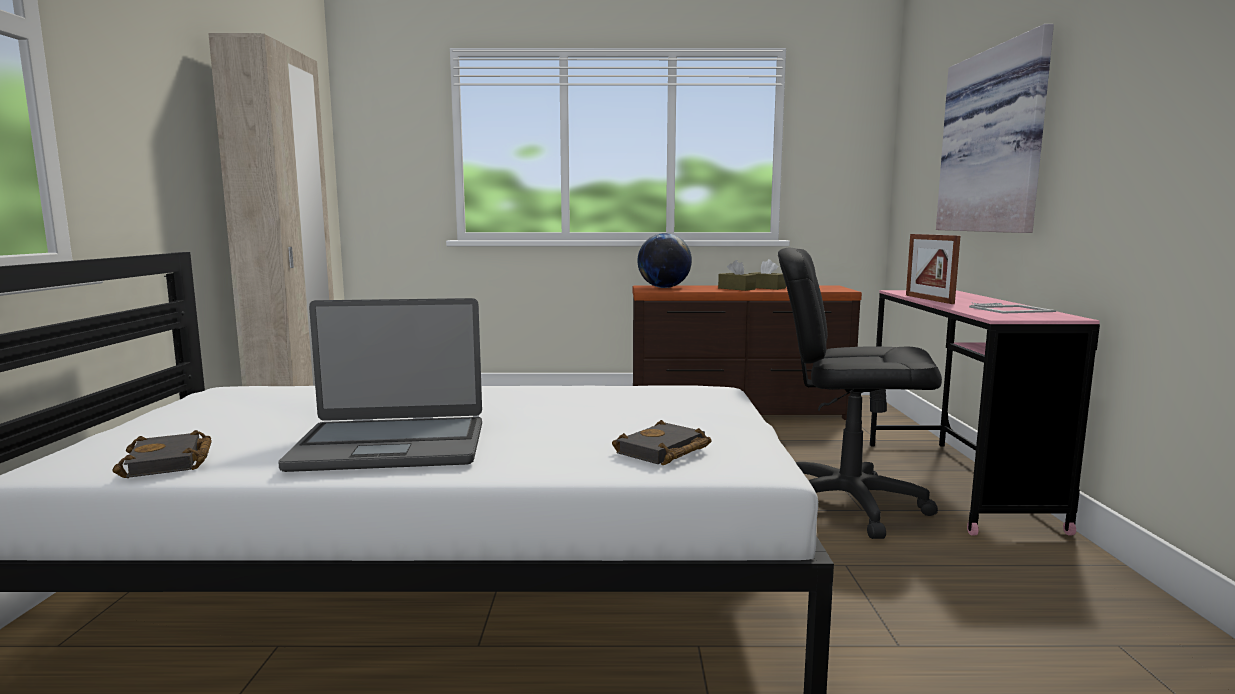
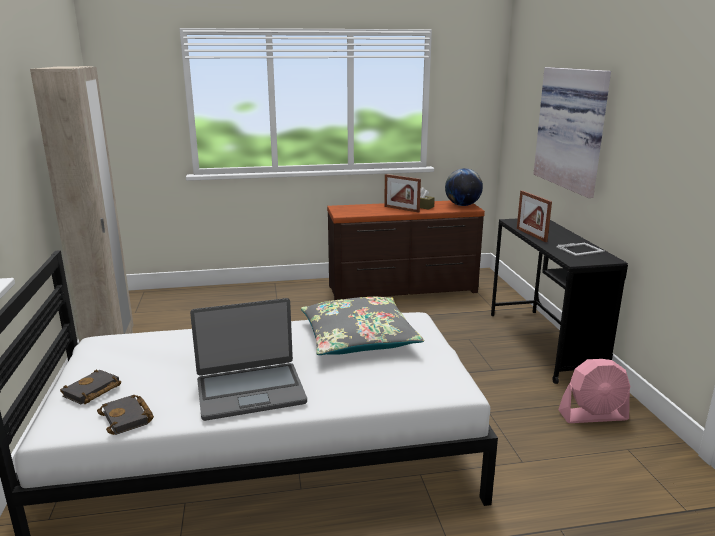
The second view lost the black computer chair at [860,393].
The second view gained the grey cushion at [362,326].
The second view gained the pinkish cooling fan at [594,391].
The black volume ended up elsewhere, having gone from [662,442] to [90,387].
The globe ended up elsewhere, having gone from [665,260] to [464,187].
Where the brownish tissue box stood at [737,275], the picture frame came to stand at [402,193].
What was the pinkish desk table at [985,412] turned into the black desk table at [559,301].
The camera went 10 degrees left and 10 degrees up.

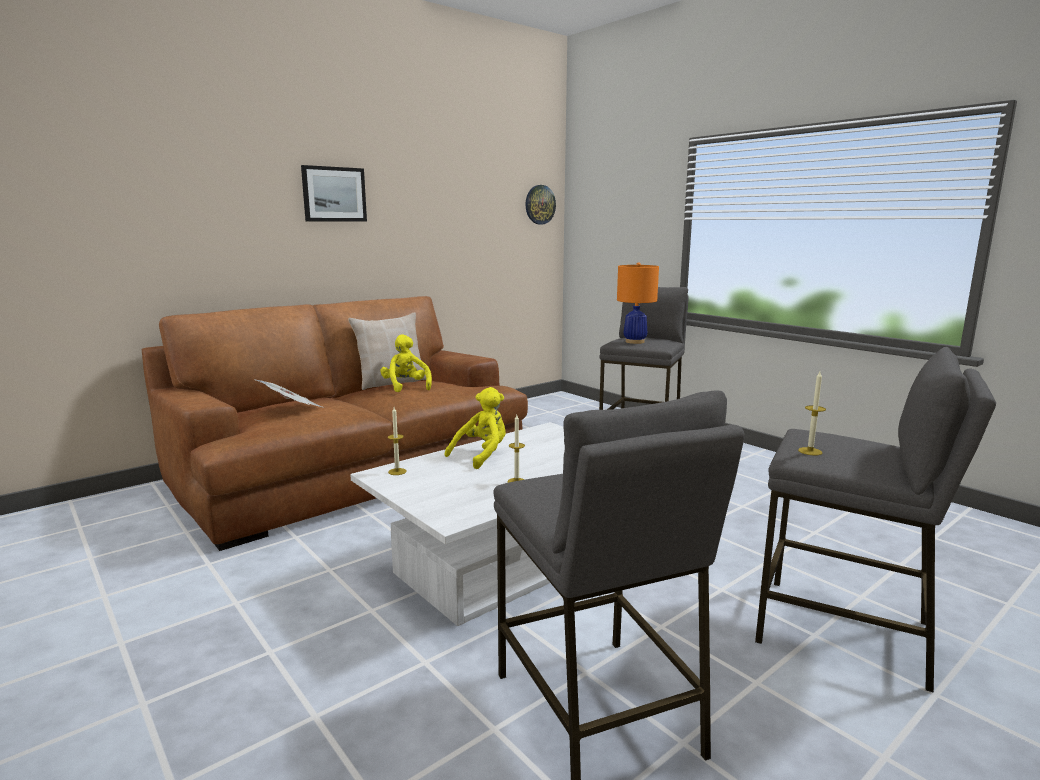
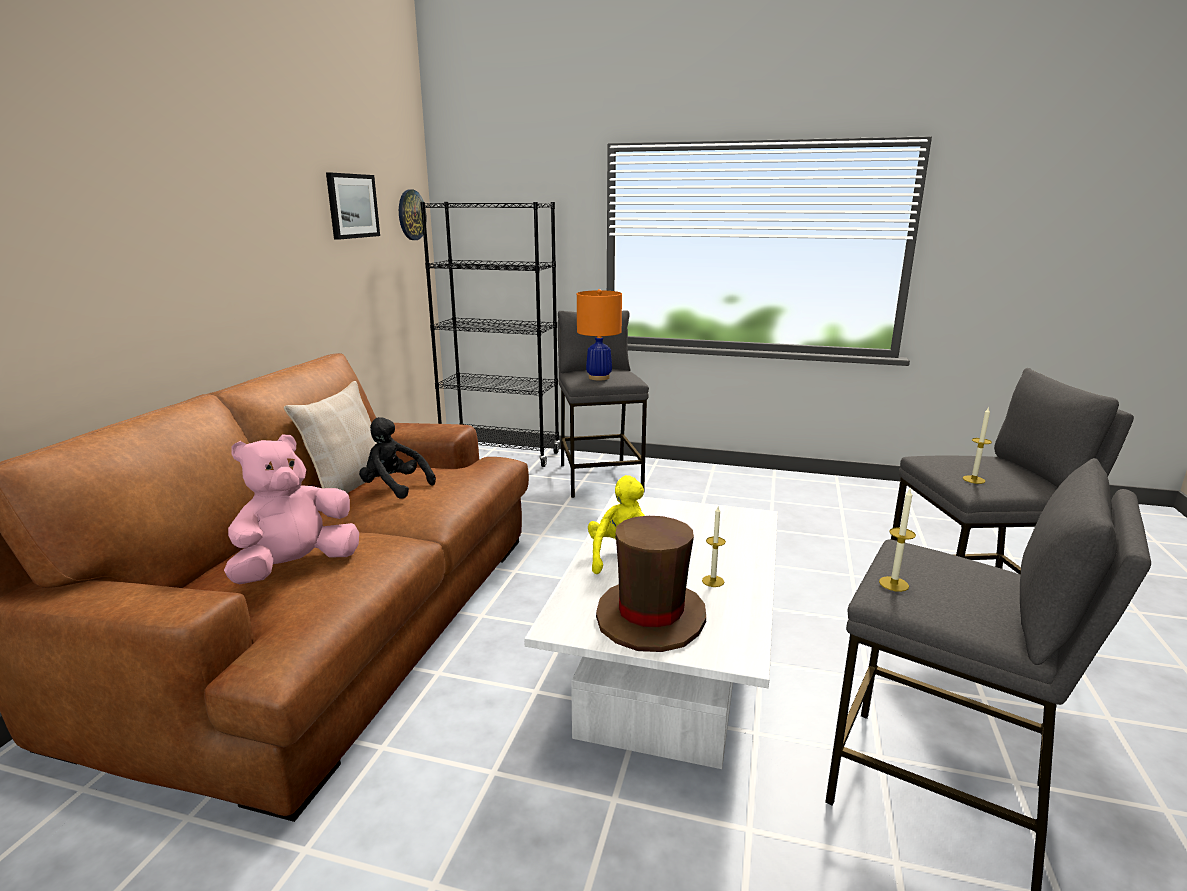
The second view gained the black bookcase at [490,334].
The second view gained the brownish wearable hat at [651,584].
The wall art ended up elsewhere, having gone from [334,193] to [353,206].
The candle ended up elsewhere, having gone from [397,441] to [897,540].
Where the printed paper stood at [289,393], the pinkish soft toy came to stand at [291,509].
What was the yellow soft toy at [406,363] turned into the black soft toy at [397,458].
The camera went 35 degrees left and 5 degrees up.

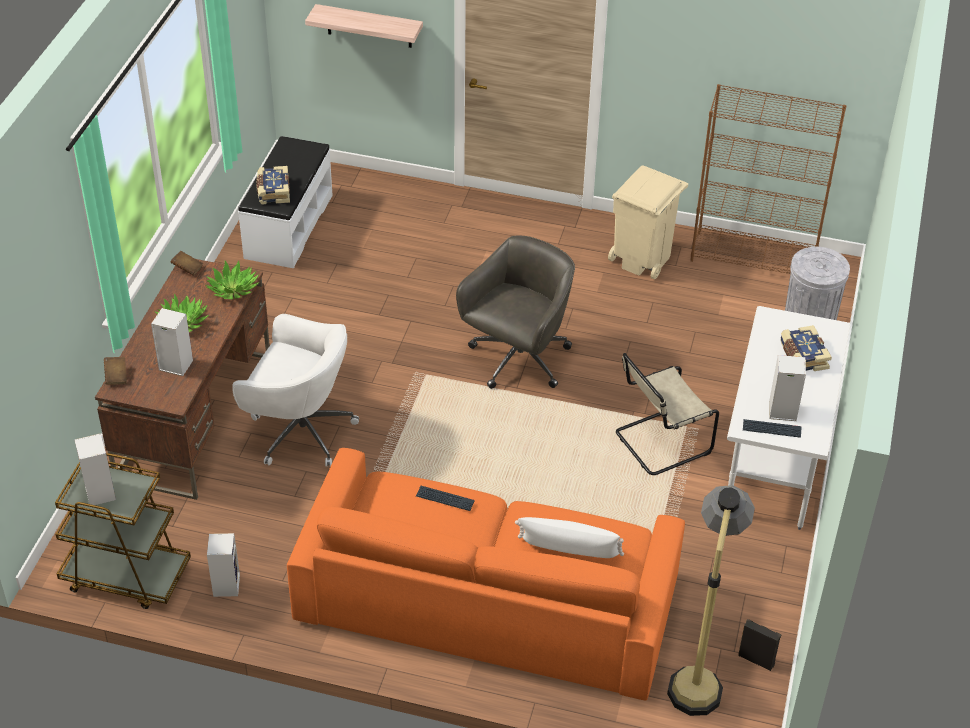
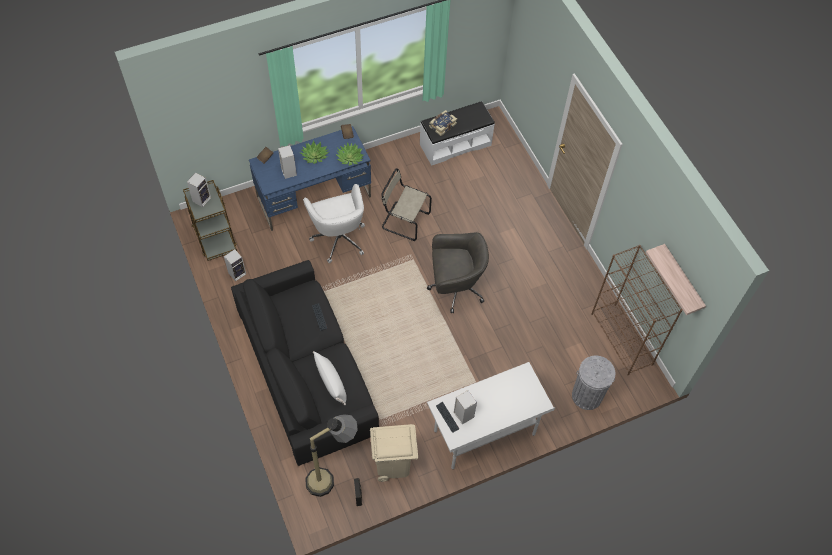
The second view lost the volume at [806,348].
The bracket shelf ended up elsewhere, having gone from [364,26] to [676,279].
The sand-coloured waste bin ended up elsewhere, having gone from [648,222] to [394,453].
The sand-coloured upright chair ended up elsewhere, having gone from [667,414] to [407,204].
What was the brownish desk table at [182,379] turned into the bluish desk table at [310,178].
What was the orange-coloured sofa at [486,574] turned into the black sofa at [305,363].
The camera went 50 degrees right and 15 degrees up.

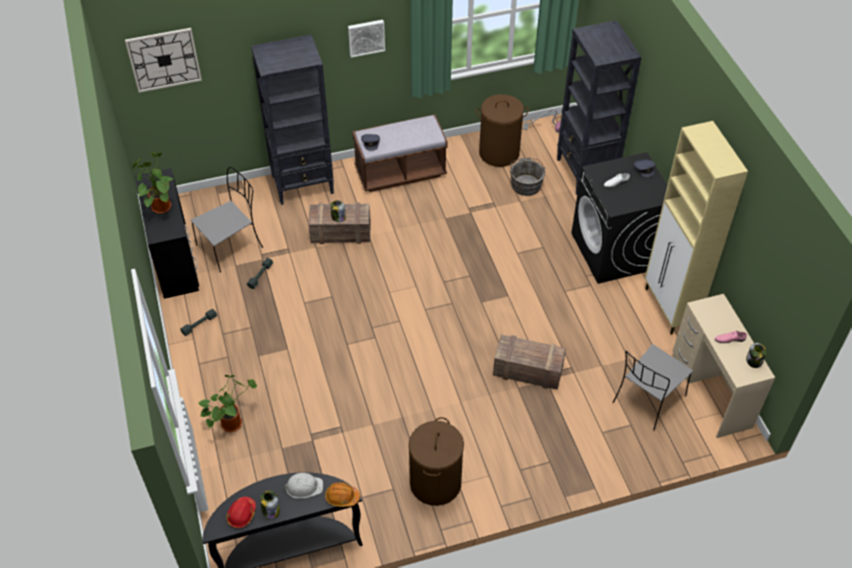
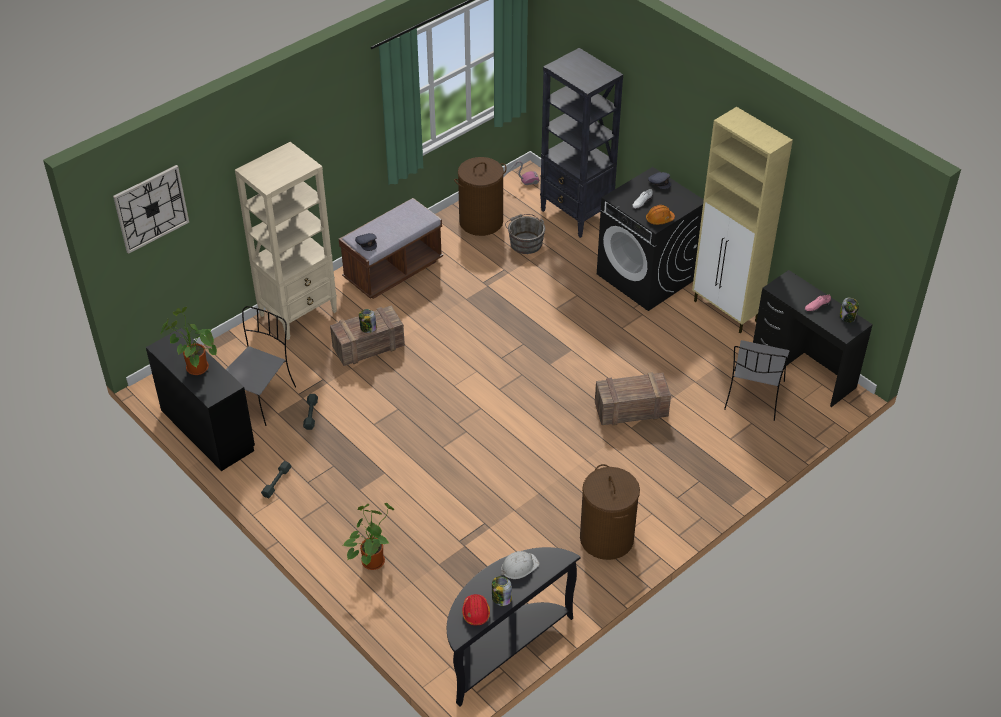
The second view lost the wall art at [366,39].
The orange-coloured safety helmet ended up elsewhere, having gone from [342,494] to [660,215].
What was the black bookcase at [292,119] turned into the sand-coloured bookcase at [286,241].
What was the sand-coloured desk table at [724,366] turned into the black desk table at [813,338].
The camera went 25 degrees left and 5 degrees down.

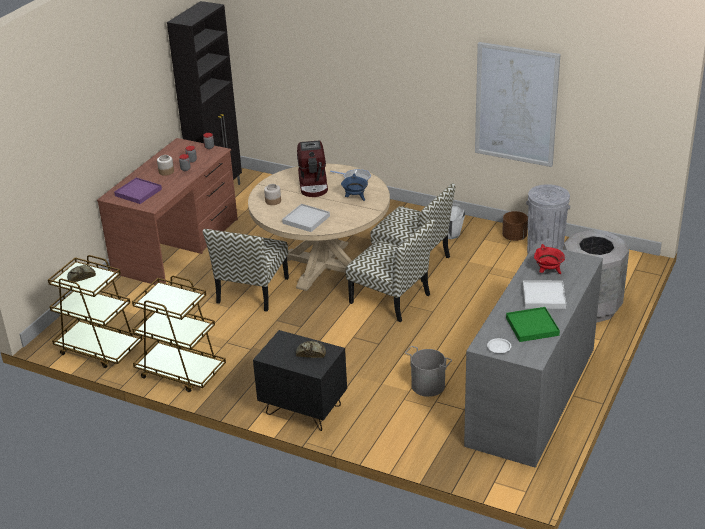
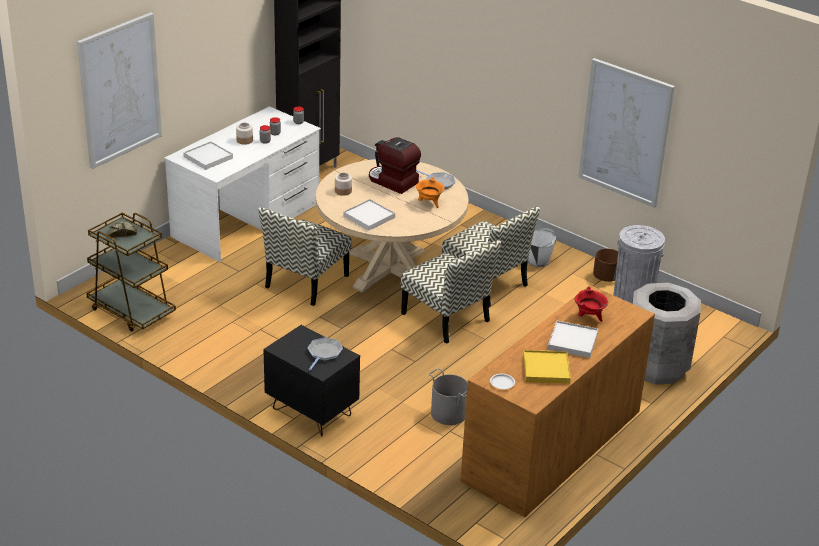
The second view lost the brownish trolley at [179,334].
The second view gained the wall art at [119,90].
Where the bread stood at [311,349], the frying pan came to stand at [325,353].
What was the brownish desk table at [167,211] turned into the white desk table at [242,184].
What was the purple-coloured carrying tray at [138,190] turned into the white carrying tray at [208,155].
What was the bluish saucepot at [354,187] turned into the orange-coloured saucepot at [429,192].
What was the grey dresser at [533,356] turned into the brownish dresser at [557,401].
What was the greenish carrying tray at [533,324] turned into the yellow carrying tray at [547,367].
The coffee maker at [312,168] ended up facing another way, 120 degrees clockwise from before.
The camera went 10 degrees right and 0 degrees up.

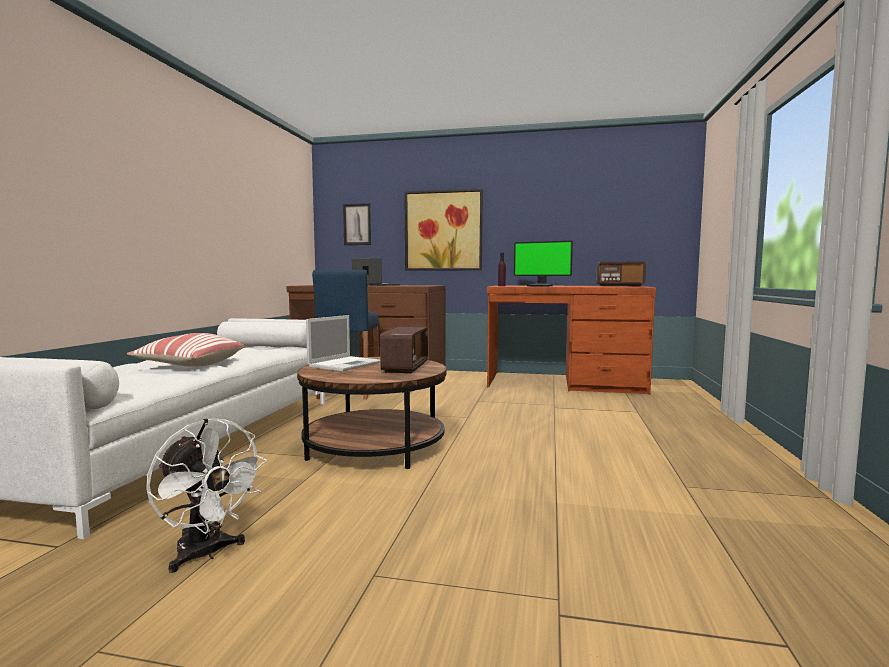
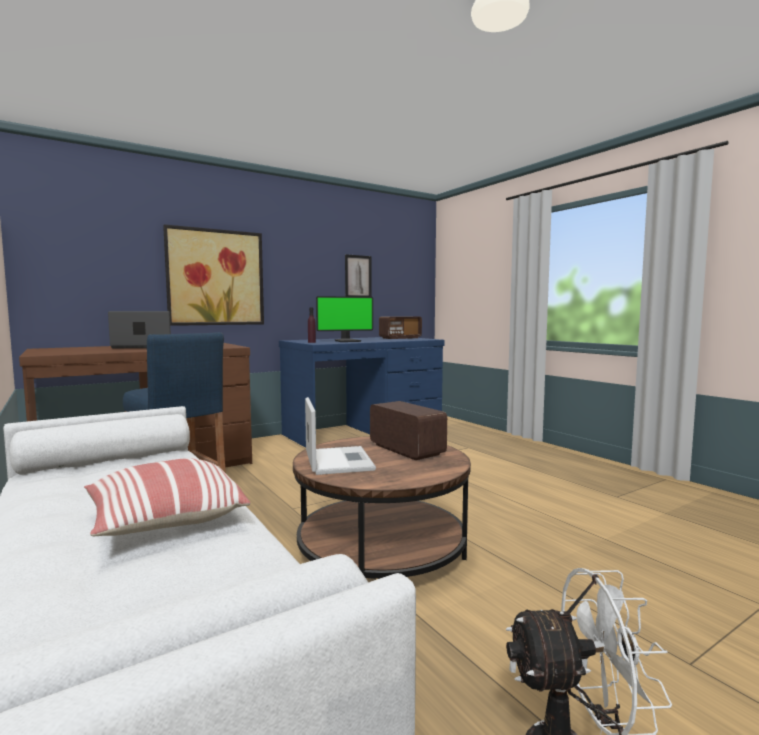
The wall art ended up elsewhere, having gone from [357,224] to [358,275].
What was the brownish desk table at [571,340] turned into the bluish desk table at [362,392].
The camera went 45 degrees left and 0 degrees up.

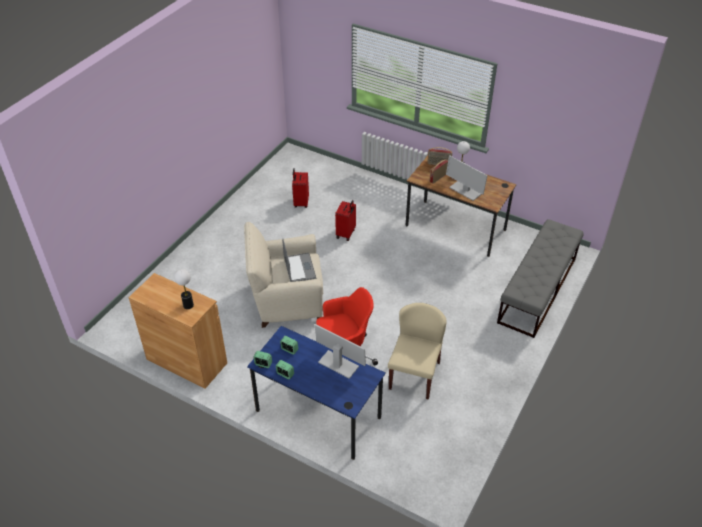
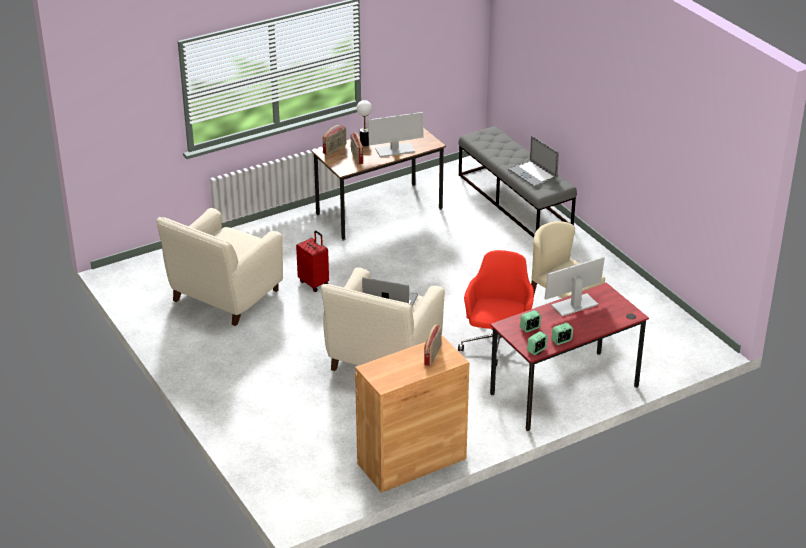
The second view gained the portable computer at [533,161].
Where the tabletop lamp stood at [184,289], the radio set came to stand at [433,345].
Where the red-coloured travel case stood at [300,188], the sand-coloured lounge chair came to stand at [219,267].
What was the bluish desk table at [316,393] turned into the red-coloured desk table at [569,357].
The camera went 60 degrees left and 10 degrees down.

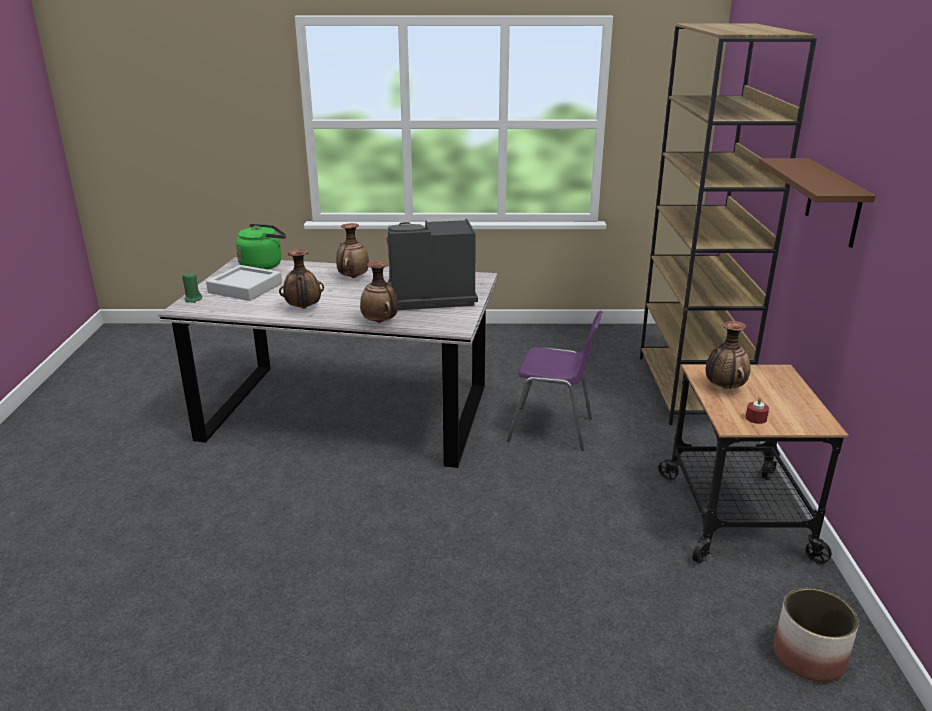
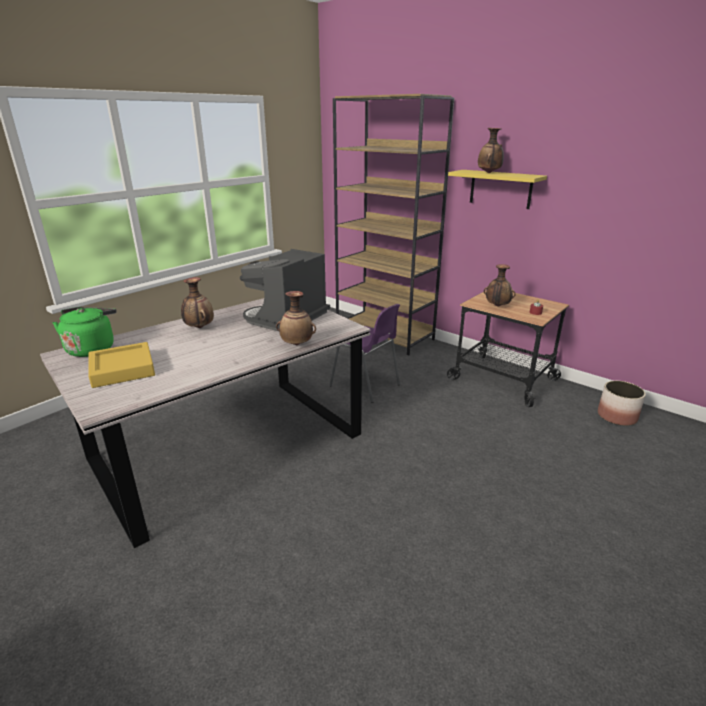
The second view lost the greenish candle at [192,288].
The decorative vase ended up elsewhere, having gone from [301,279] to [491,150].
What was the grey carrying tray at [244,283] turned into the yellow carrying tray at [121,365].
What was the brownish bracket shelf at [817,203] turned into the yellow bracket shelf at [497,189].
The purple-coloured upright chair at [554,381] ended up facing another way, 75 degrees clockwise from before.
The camera went 50 degrees left and 0 degrees up.

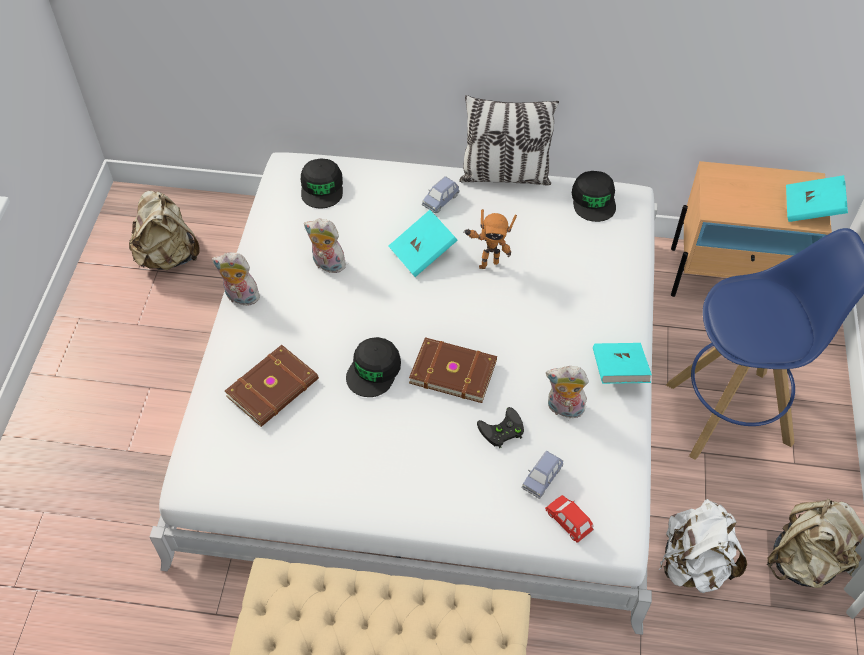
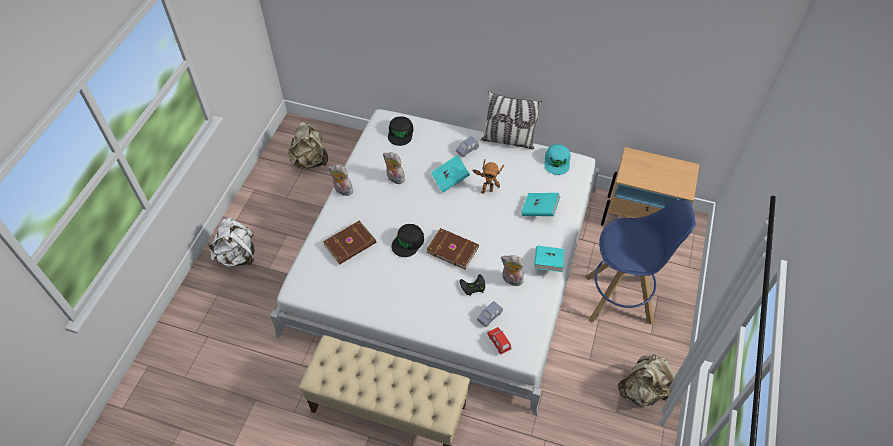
The white knapsack ended up elsewhere, having gone from [703,546] to [231,242].
The turquoise volume ended up elsewhere, having gone from [817,198] to [541,204].
What was the black cap at [594,196] turned into the turquoise cap at [557,159].
The camera went 10 degrees right and 0 degrees up.

